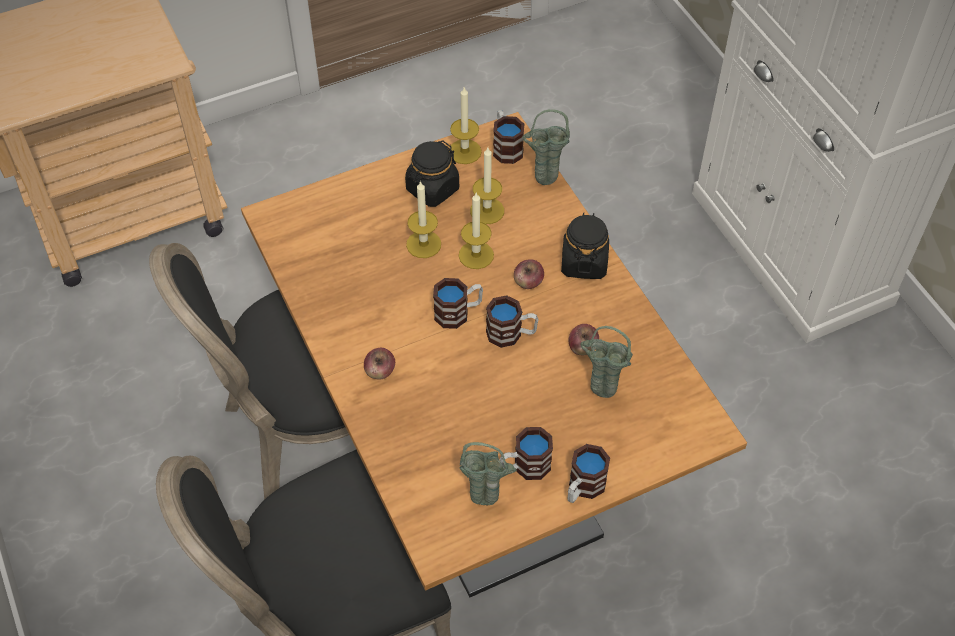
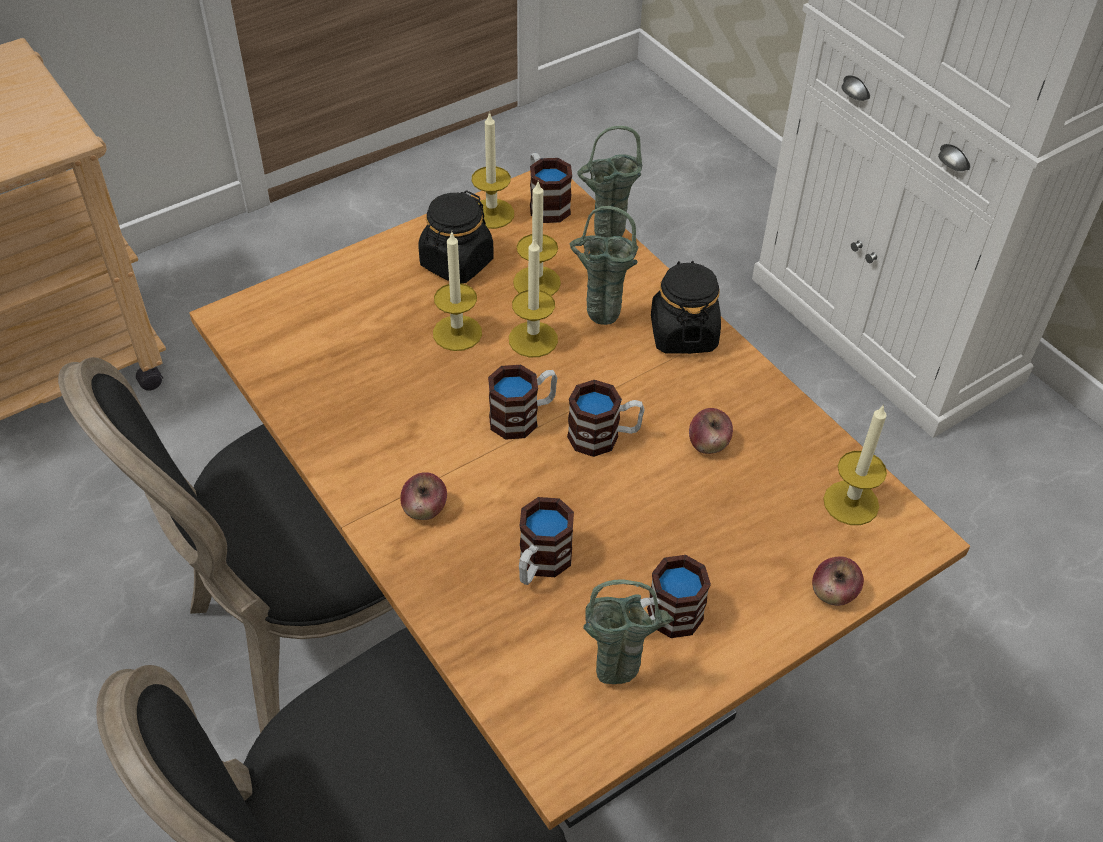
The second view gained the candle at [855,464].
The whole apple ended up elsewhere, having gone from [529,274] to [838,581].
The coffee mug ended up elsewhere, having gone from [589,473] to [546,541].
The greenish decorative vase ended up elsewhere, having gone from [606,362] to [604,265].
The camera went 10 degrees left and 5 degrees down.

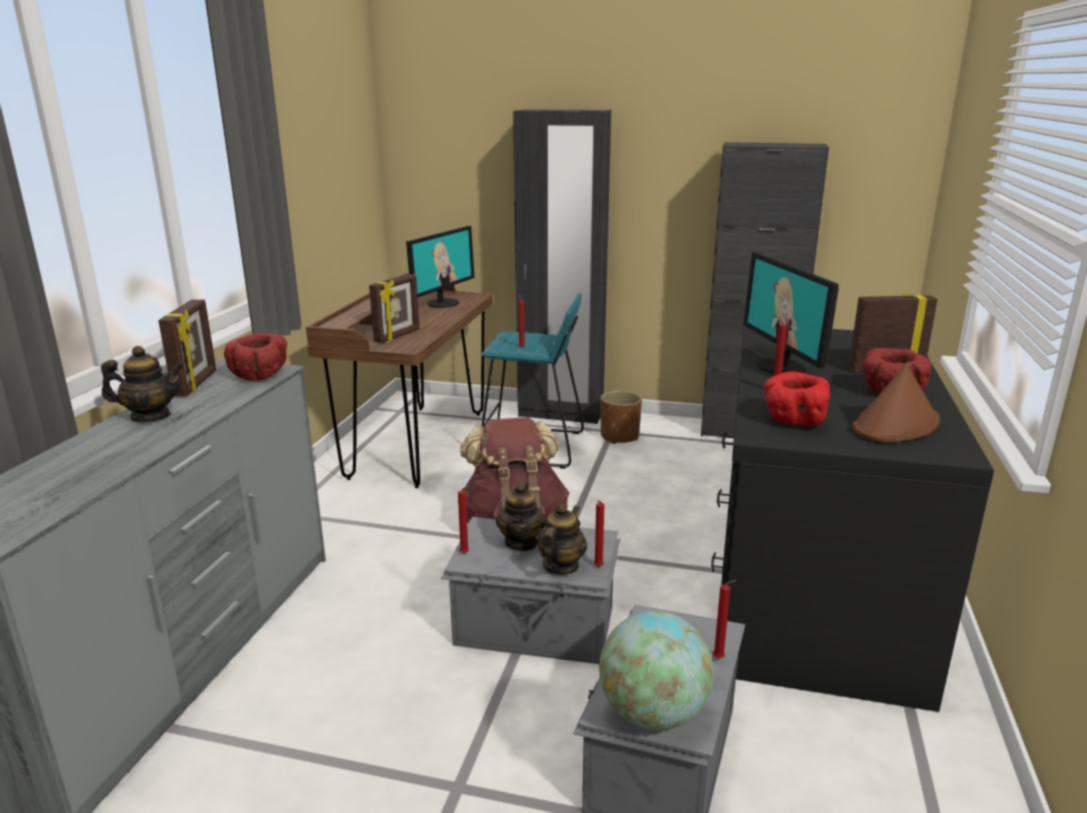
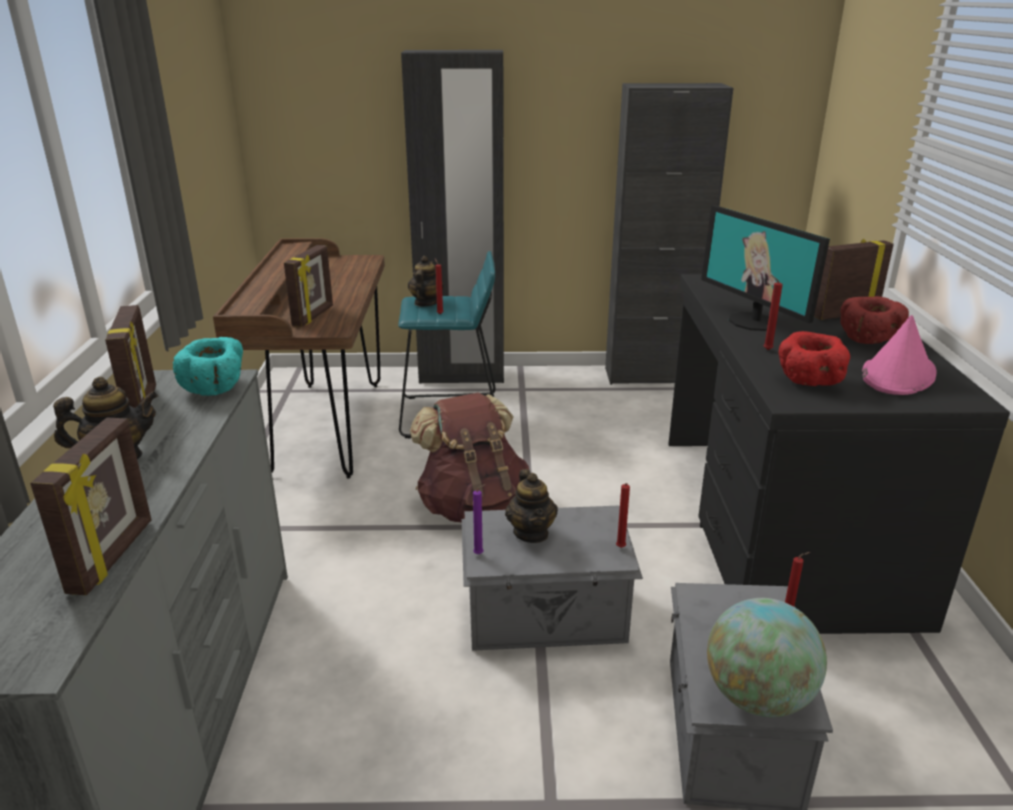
The second view lost the computer screen at [440,267].
The second view lost the brownish flower pot at [621,417].
The second view gained the picture frame at [91,506].
The pot for tea ended up elsewhere, having gone from [562,539] to [426,281].
What was the red-coloured bowl at [255,357] turned into the turquoise bowl at [208,366].
What was the red-coloured candle at [464,519] turned into the purple-coloured candle at [479,519].
What was the brownish wearable hat at [896,402] turned into the pinkish wearable hat at [899,355].
The camera went 15 degrees left and 5 degrees up.

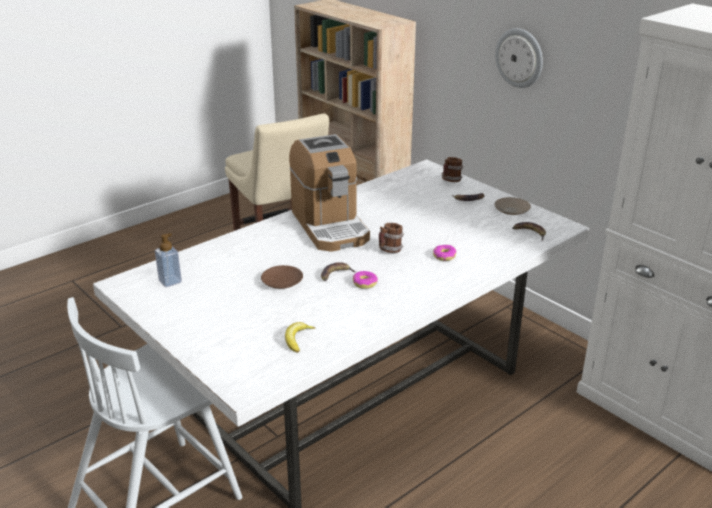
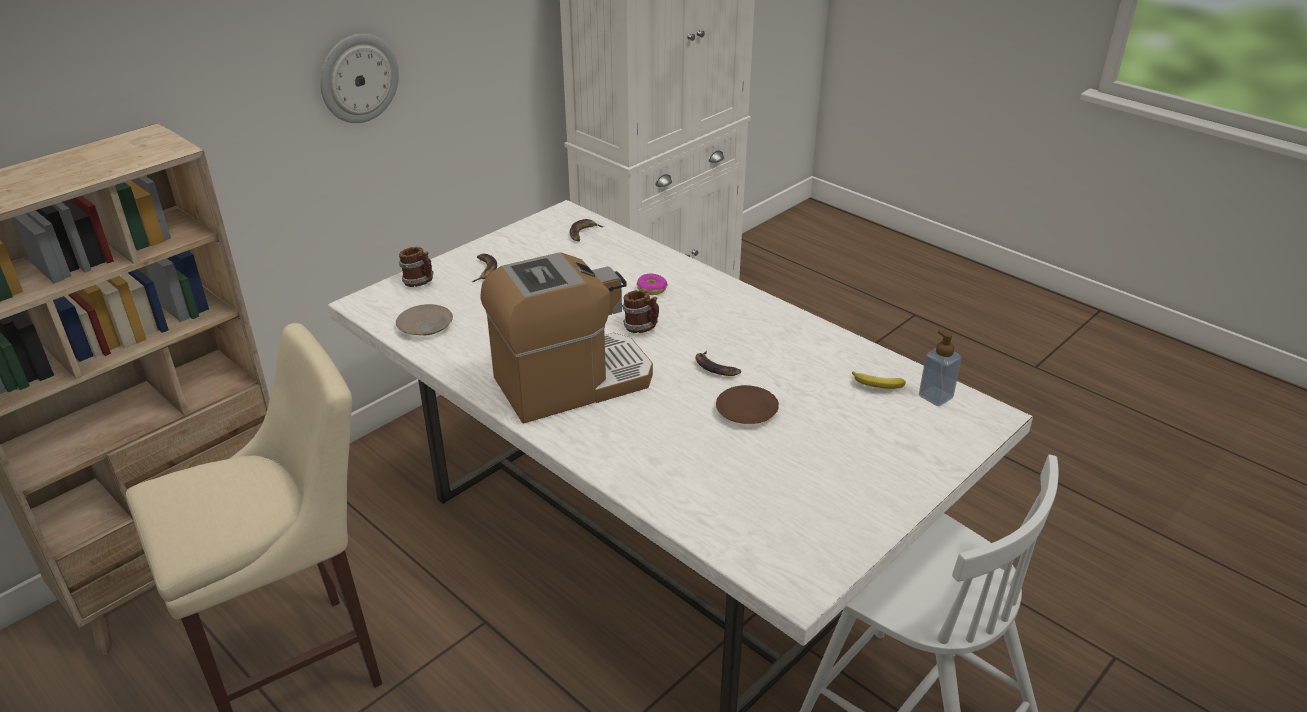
The second view lost the ring doughnut at [365,280].
The soap dispenser ended up elsewhere, having gone from [168,260] to [940,368].
The sand-coloured flat dish ended up elsewhere, having gone from [512,206] to [424,319].
The camera went 95 degrees left and 5 degrees up.

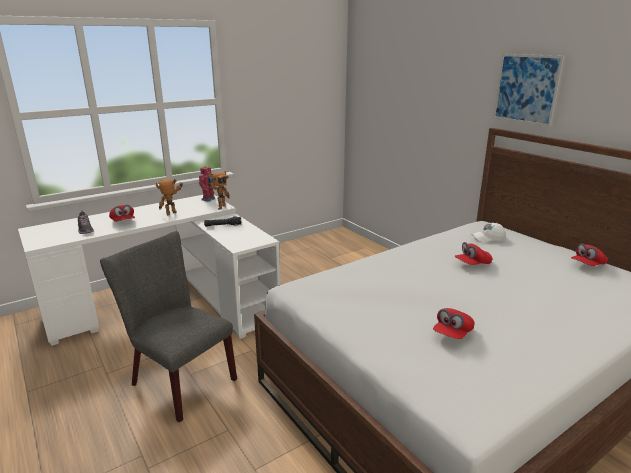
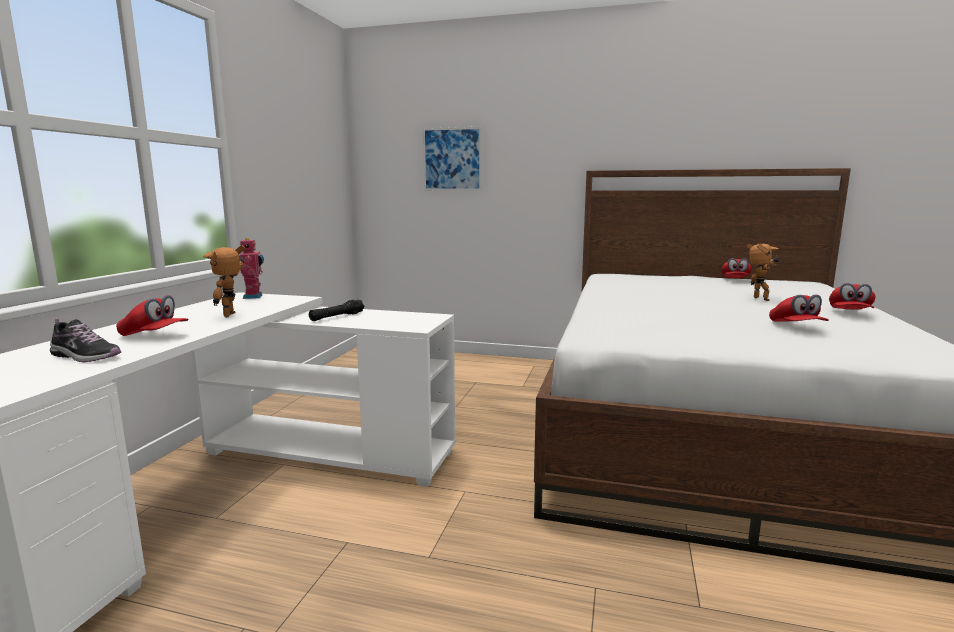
The second view lost the grey upright chair at [168,327].
The second view lost the white cap at [488,233].
The model robot ended up elsewhere, having gone from [219,190] to [762,272].
The red-coloured cap ended up elsewhere, having gone from [473,253] to [852,296].
The wall art ended up elsewhere, having gone from [528,90] to [452,159].
The camera went 40 degrees left and 10 degrees down.

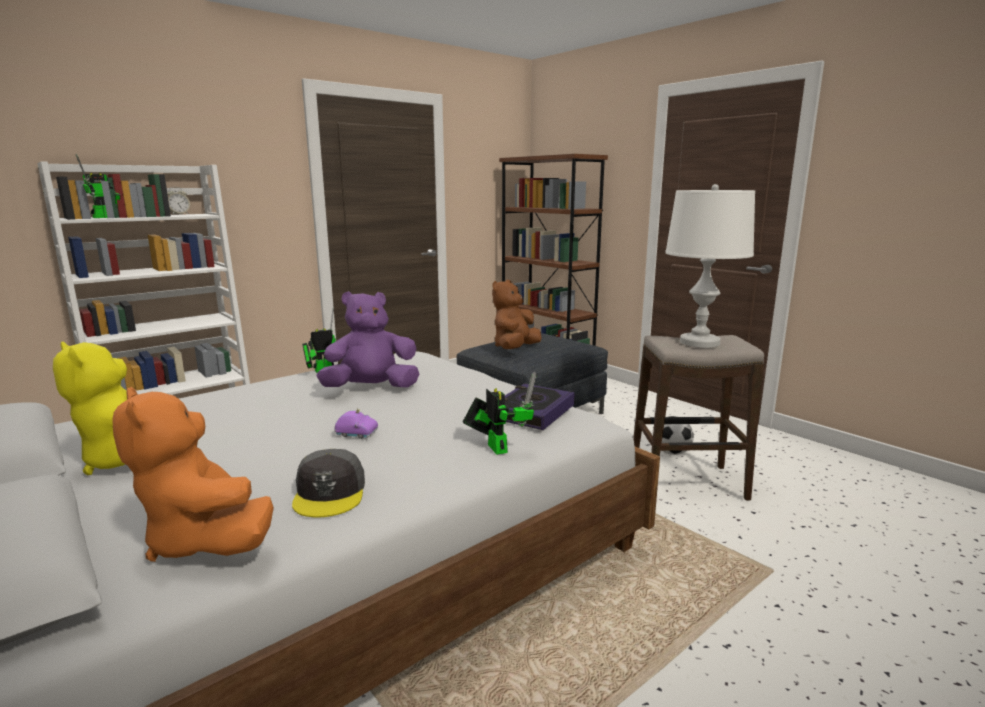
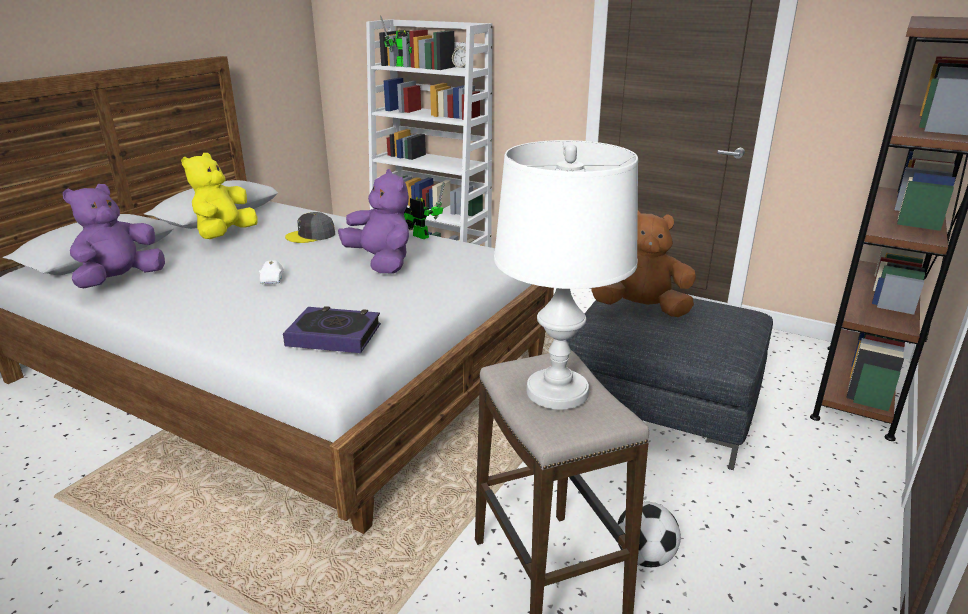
The second view lost the model robot at [500,413].
The grey cap ended up elsewhere, having gone from [328,483] to [310,227].
What was the orange-coloured soft toy at [193,474] turned into the purple-coloured soft toy at [114,236].
What was the purple-coloured model car at [356,423] turned into the white model car at [271,272].
The camera went 70 degrees right and 10 degrees up.

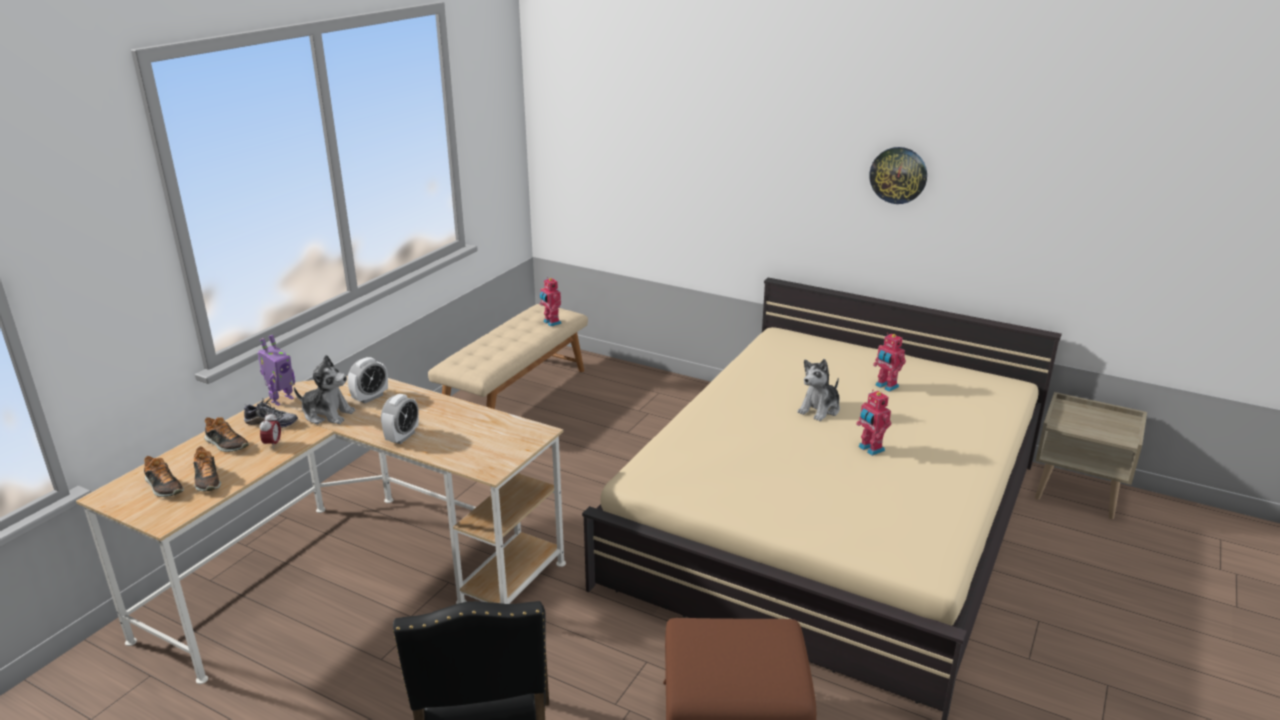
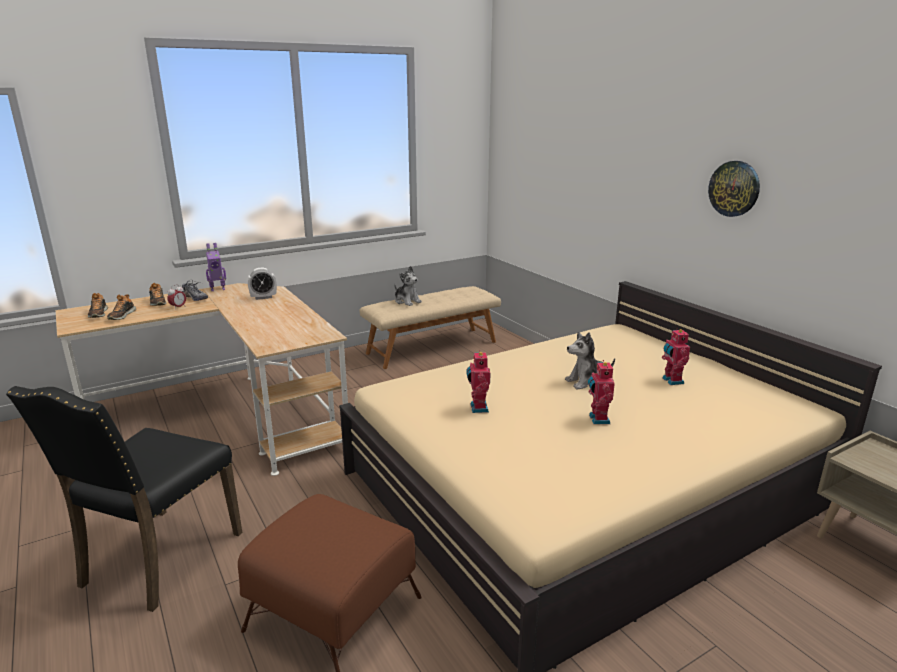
The second view lost the bedside clock at [400,419].
The soft toy ended up elsewhere, having gone from [324,389] to [408,286].
The model robot ended up elsewhere, having gone from [551,302] to [478,381].
The camera went 30 degrees right and 5 degrees down.

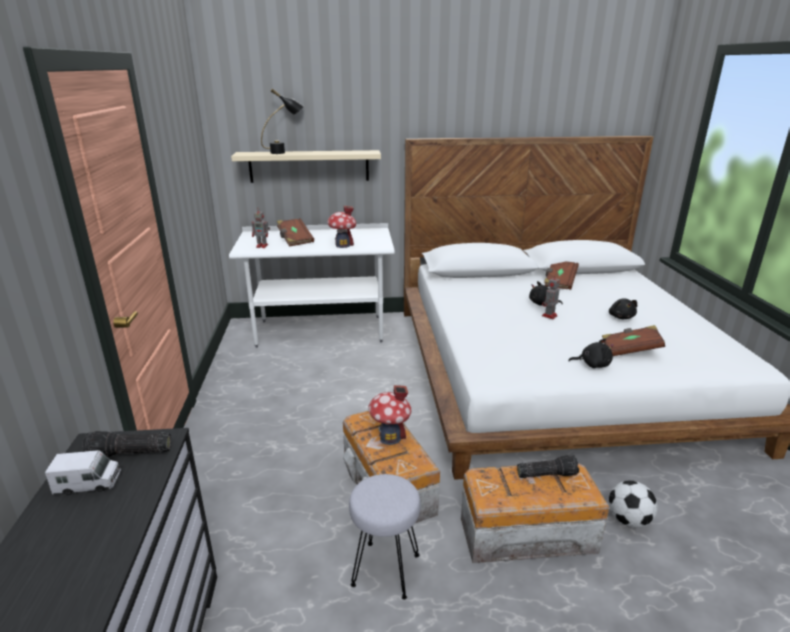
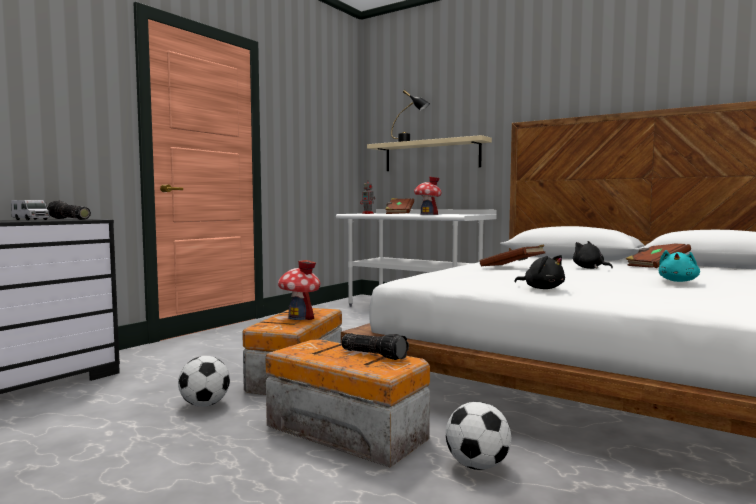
The second view lost the model robot at [551,296].
The brownish volume ended up elsewhere, having gone from [633,340] to [512,256].
Where the grey sitting stool stood at [385,537], the football ball came to stand at [204,381].
What was the black soft toy at [623,308] turned into the turquoise soft toy at [679,266].
The camera went 40 degrees right and 20 degrees down.

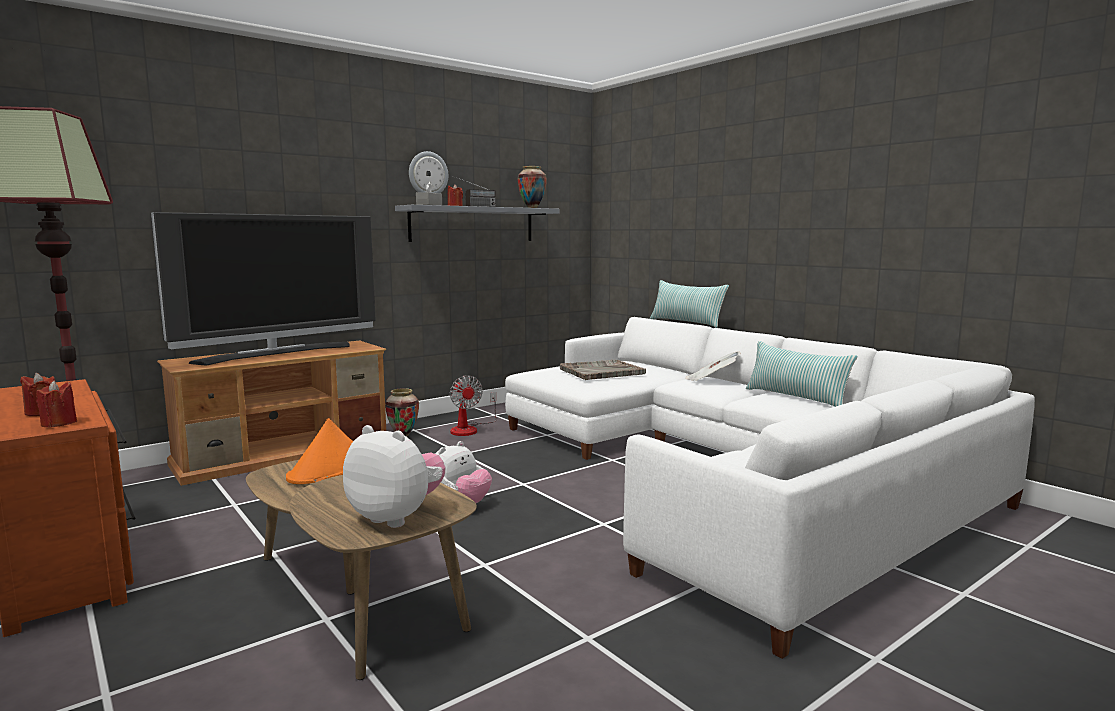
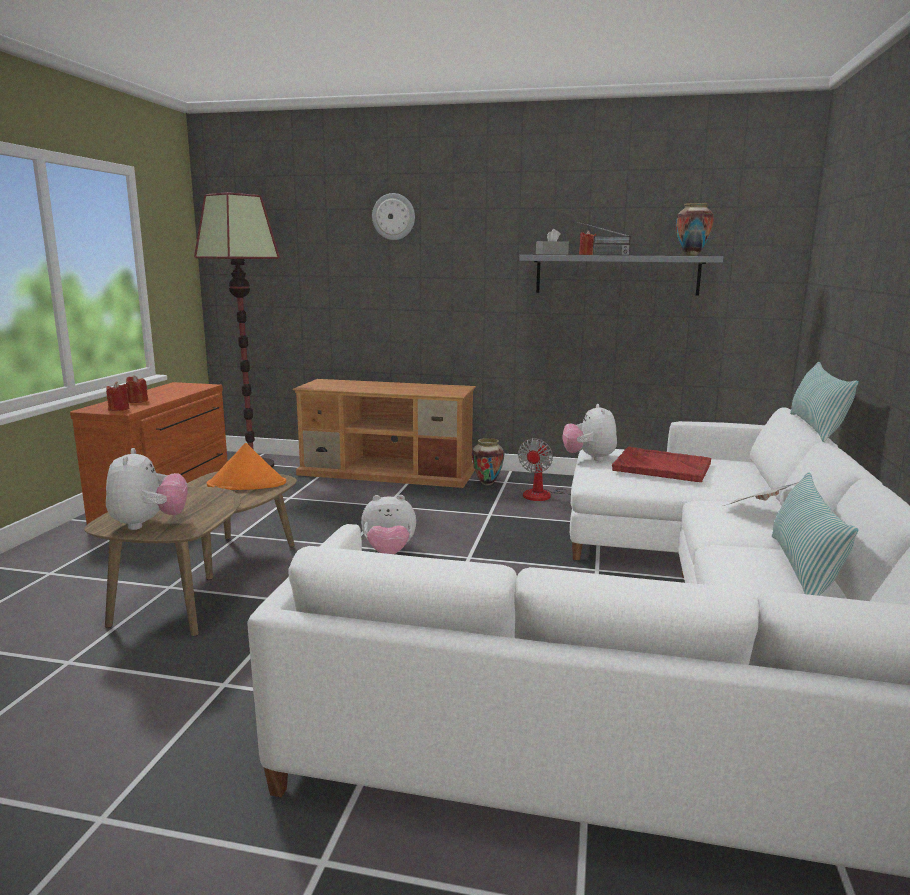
The second view lost the TV set at [263,288].
The second view gained the soft toy at [589,432].
The wall clock ended up elsewhere, having gone from [428,172] to [393,216].
What was the grey carrying tray at [603,370] turned into the red-coloured carrying tray at [661,464].
The camera went 50 degrees right and 5 degrees up.

